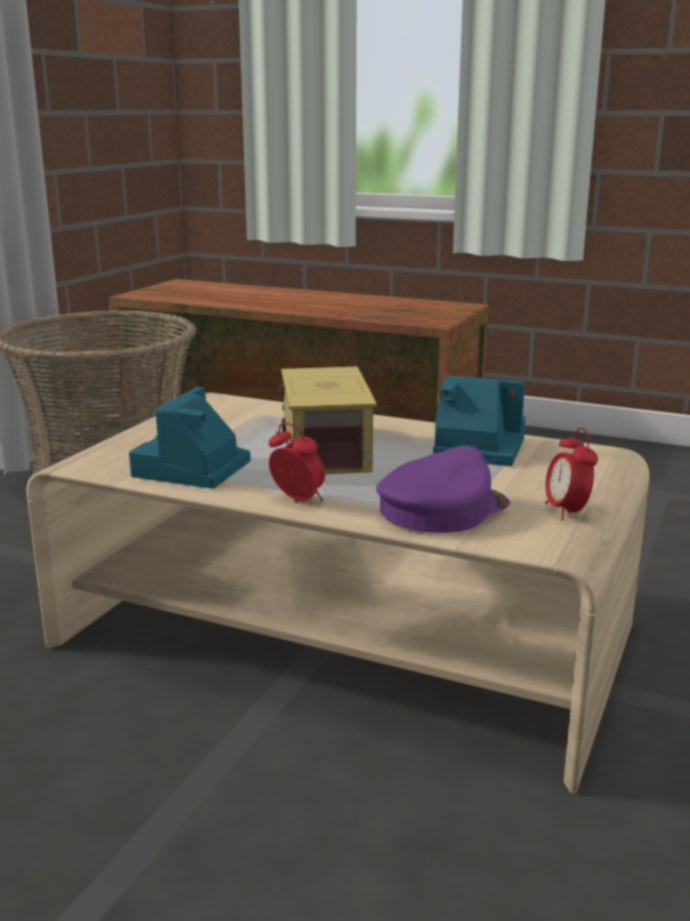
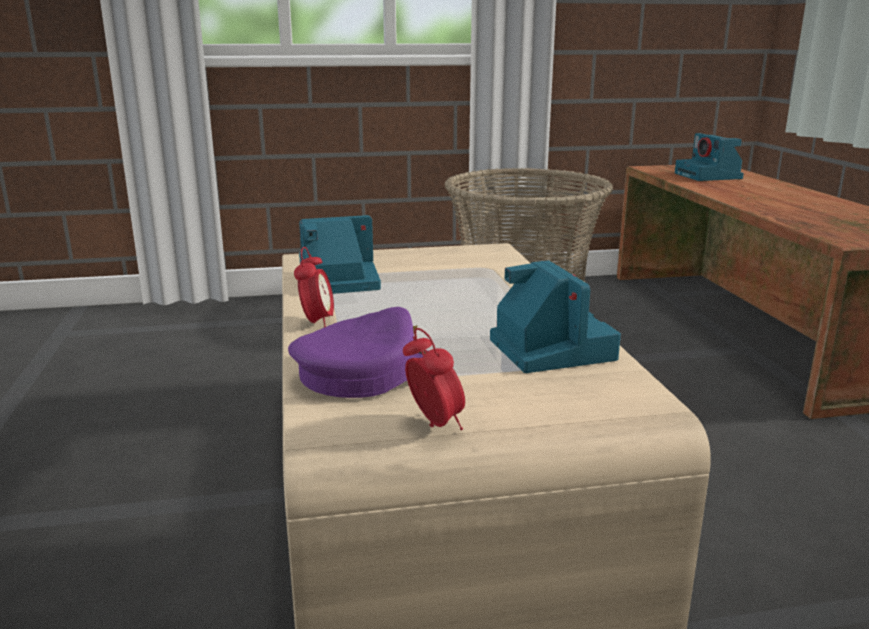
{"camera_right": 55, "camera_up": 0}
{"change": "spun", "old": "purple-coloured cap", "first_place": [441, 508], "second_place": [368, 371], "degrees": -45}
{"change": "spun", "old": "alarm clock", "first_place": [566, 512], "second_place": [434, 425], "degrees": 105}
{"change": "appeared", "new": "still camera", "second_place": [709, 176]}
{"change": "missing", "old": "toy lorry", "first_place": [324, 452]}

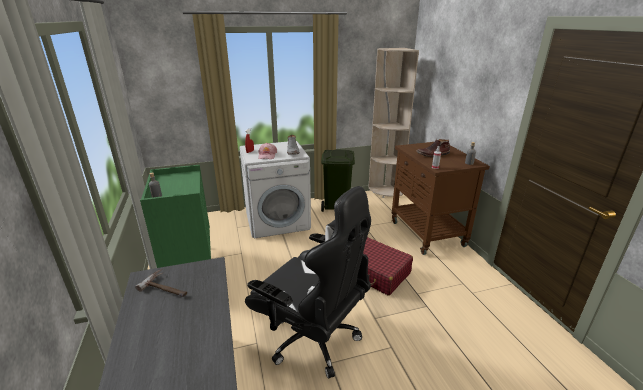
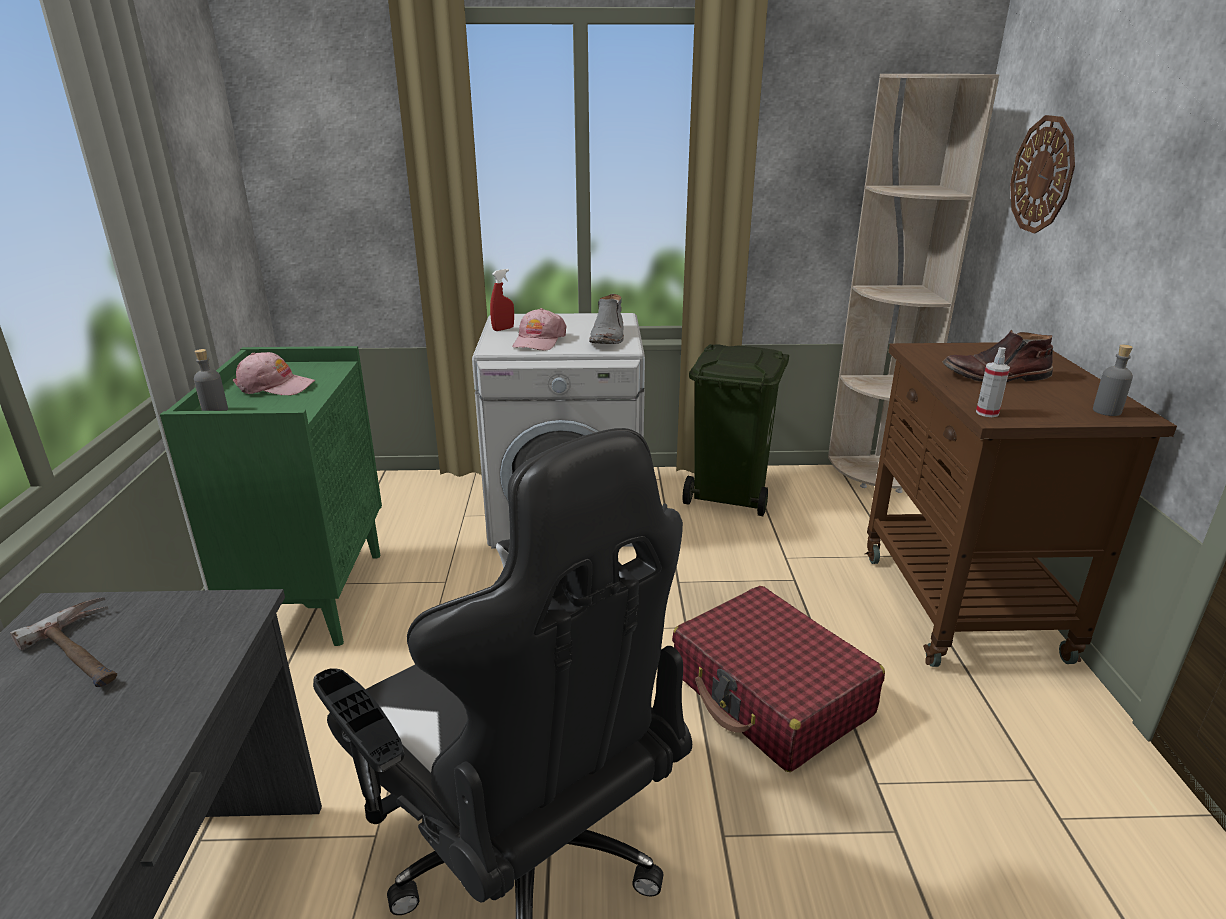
{"camera_right": 15, "camera_up": 0}
{"change": "appeared", "new": "pink cap", "second_place": [275, 386]}
{"change": "appeared", "new": "wall clock", "second_place": [1042, 175]}

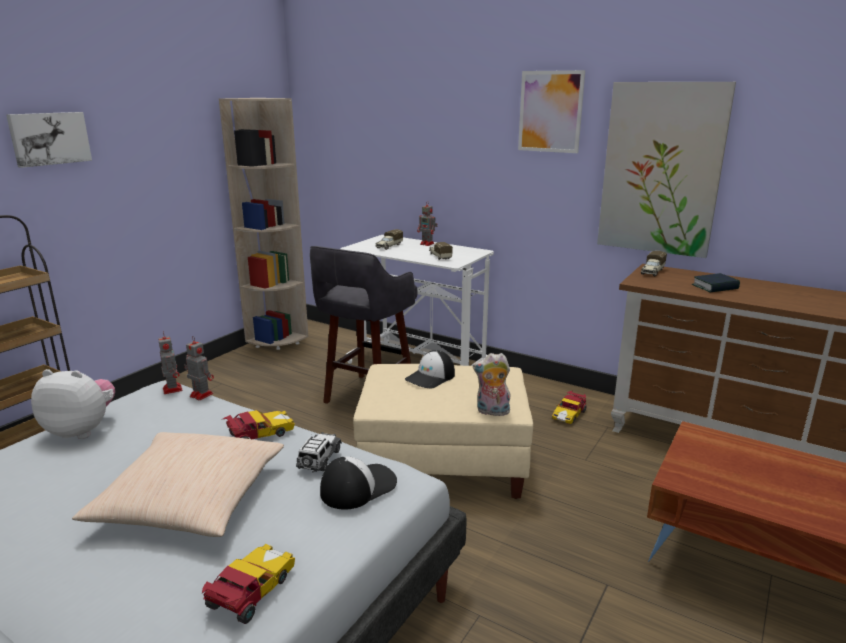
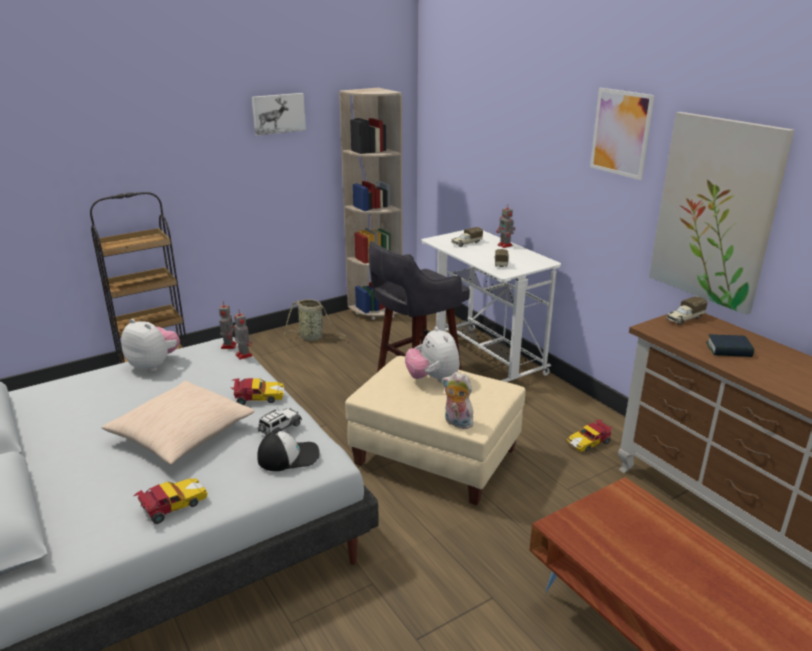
{"camera_right": 25, "camera_up": 5}
{"change": "relocated", "old": "picture", "first_place": [49, 138], "second_place": [278, 113]}
{"change": "appeared", "new": "storage basket", "second_place": [313, 337]}
{"change": "exchanged", "old": "cap", "new": "plush toy", "first_place": [431, 377], "second_place": [432, 379]}

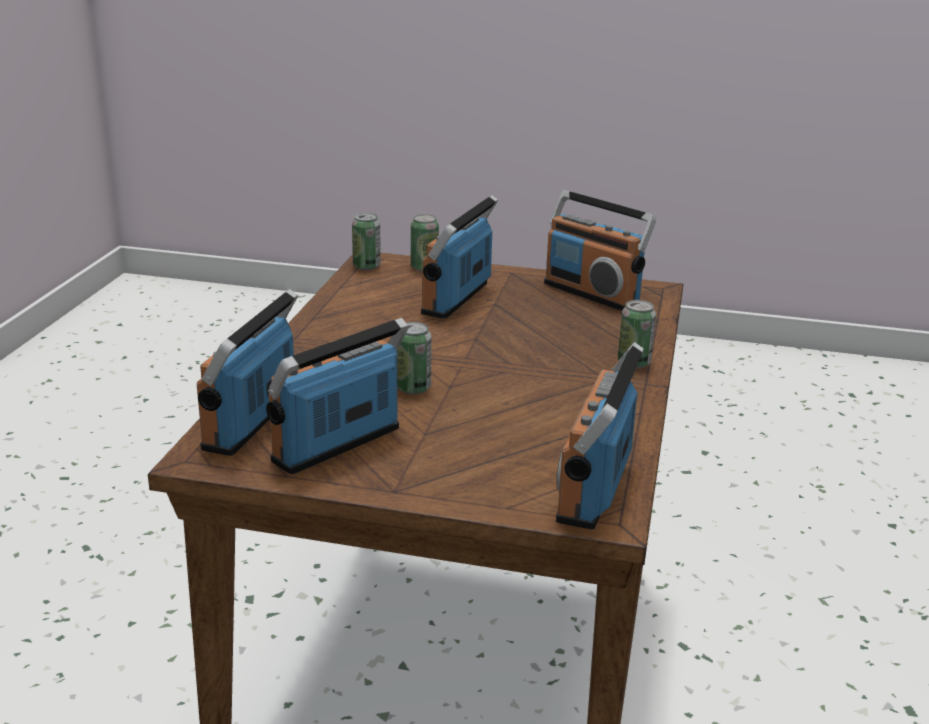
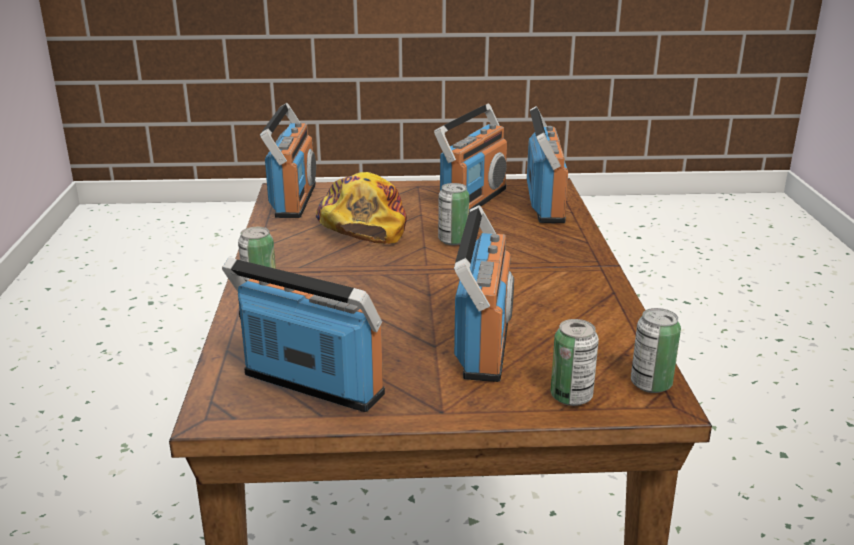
{"camera_right": 165, "camera_up": 0}
{"change": "appeared", "new": "cap", "second_place": [362, 222]}

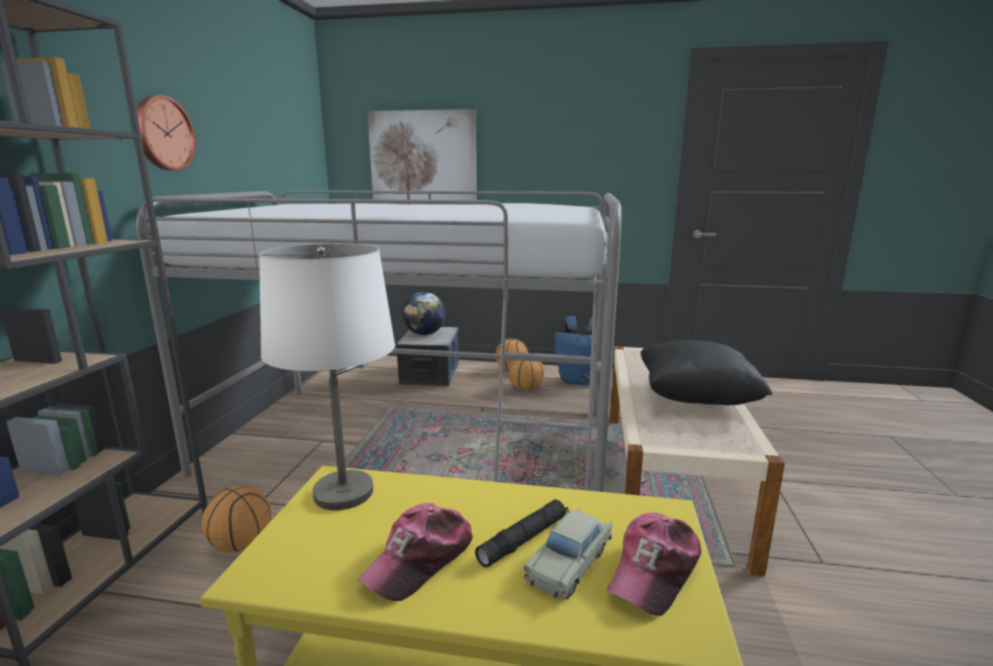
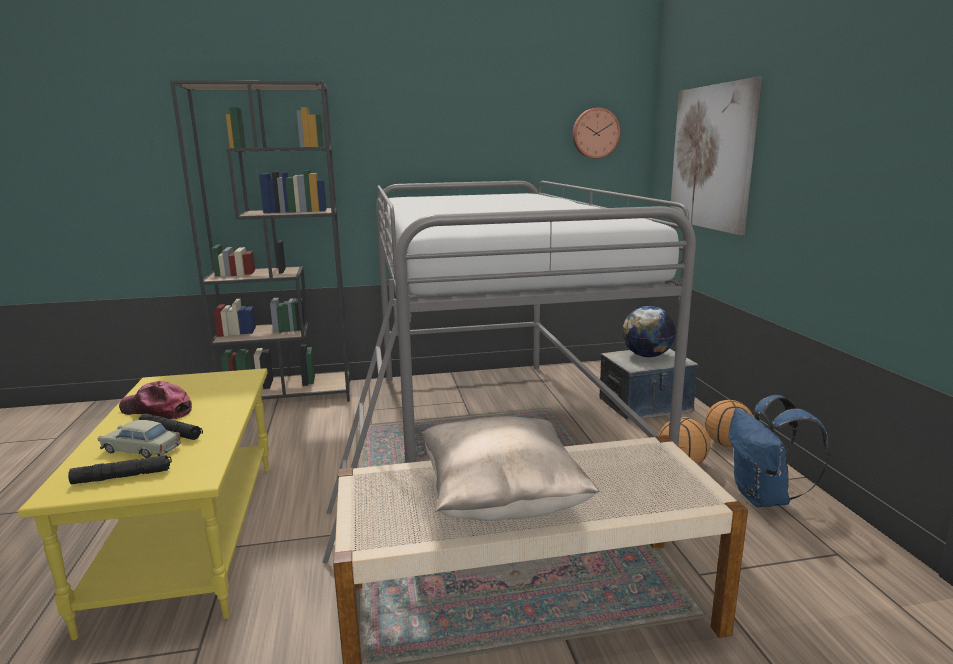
{"camera_right": 70, "camera_up": 0}
{"change": "exchanged", "old": "cap", "new": "black torch", "first_place": [654, 571], "second_place": [123, 476]}
{"change": "colour", "old": "black cushion", "new": "beige-coloured cushion", "first_place": [695, 398], "second_place": [501, 500]}
{"change": "relocated", "old": "wall clock", "first_place": [162, 133], "second_place": [595, 133]}
{"change": "missing", "old": "ball for basketball", "first_place": [241, 544]}
{"change": "missing", "old": "whitish tabletop lamp", "first_place": [344, 493]}

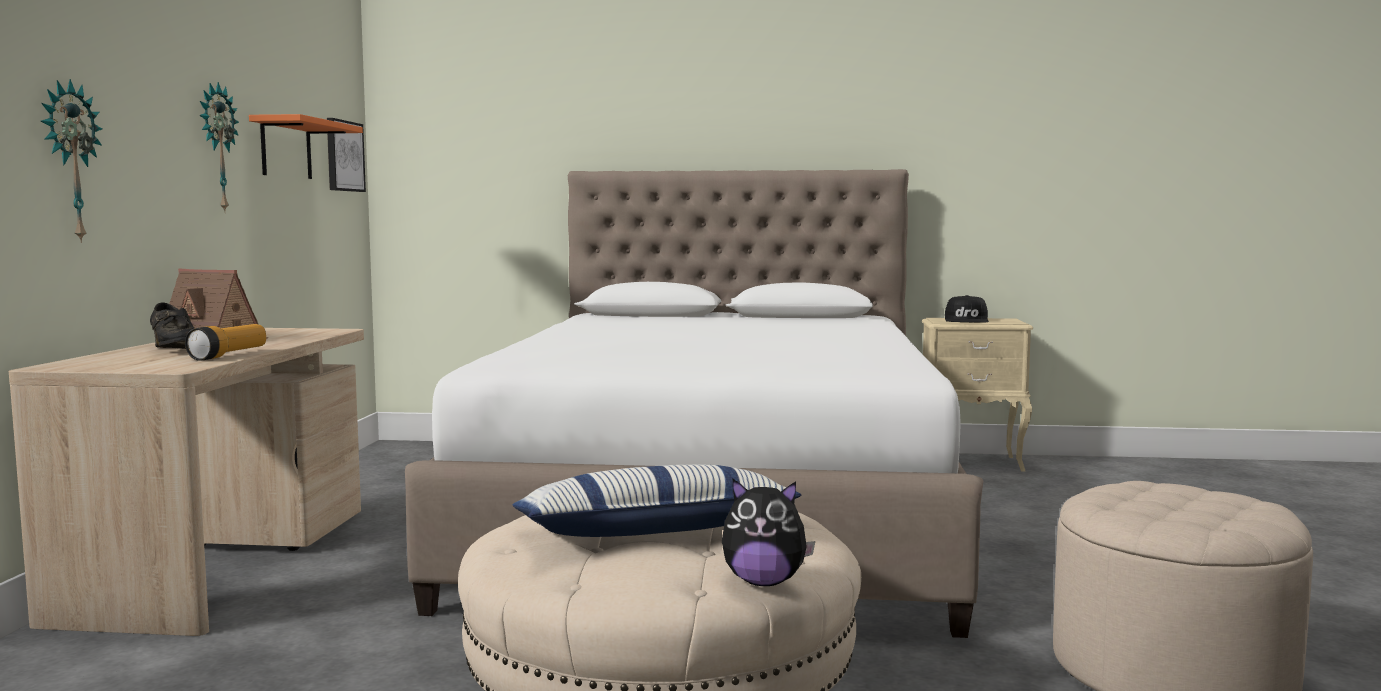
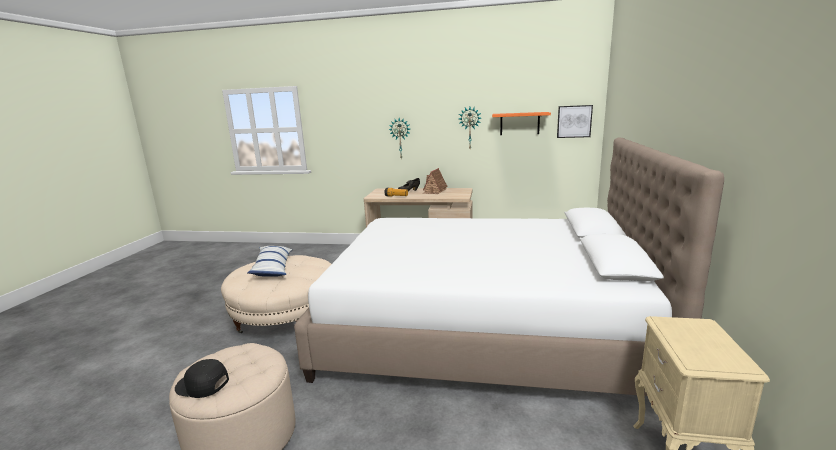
{"camera_right": 95, "camera_up": 10}
{"change": "relocated", "old": "black cap", "first_place": [967, 320], "second_place": [202, 384]}
{"change": "missing", "old": "plush toy", "first_place": [764, 582]}

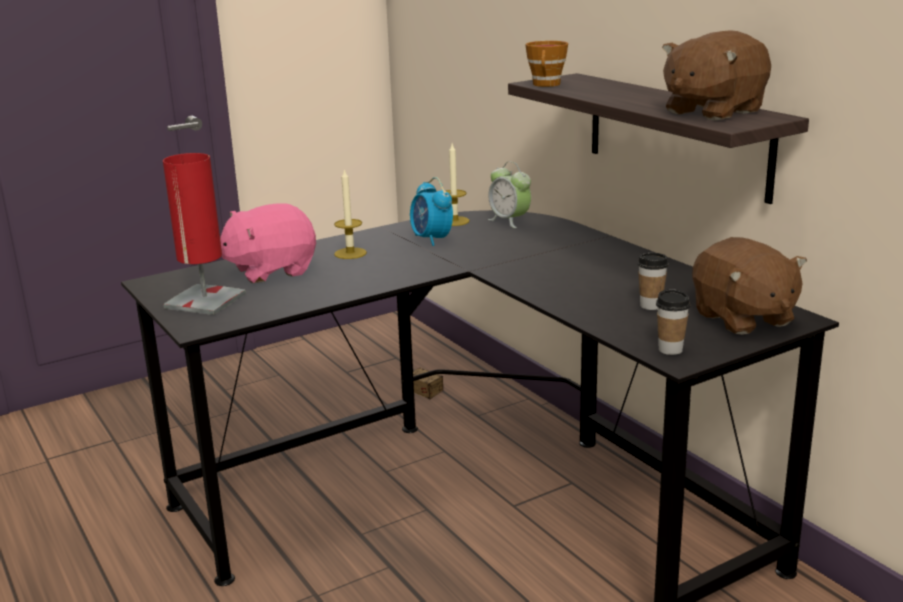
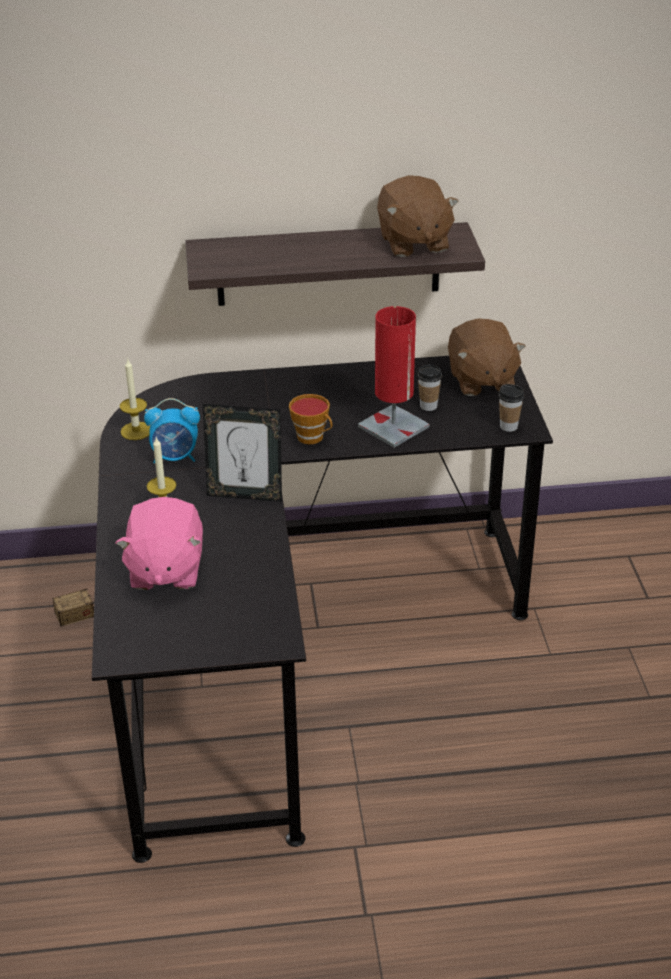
{"camera_right": -65, "camera_up": 15}
{"change": "appeared", "new": "picture frame", "second_place": [245, 495]}
{"change": "relocated", "old": "cup", "first_place": [546, 85], "second_place": [313, 438]}
{"change": "relocated", "old": "reddish tabletop lamp", "first_place": [205, 301], "second_place": [393, 427]}
{"change": "spun", "old": "brown-coloured plush toy", "first_place": [742, 318], "second_place": [481, 380], "degrees": 75}
{"change": "missing", "old": "alarm clock", "first_place": [509, 221]}

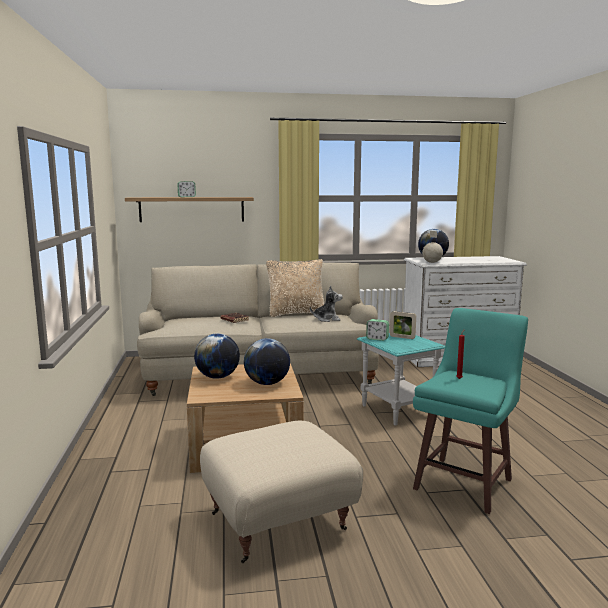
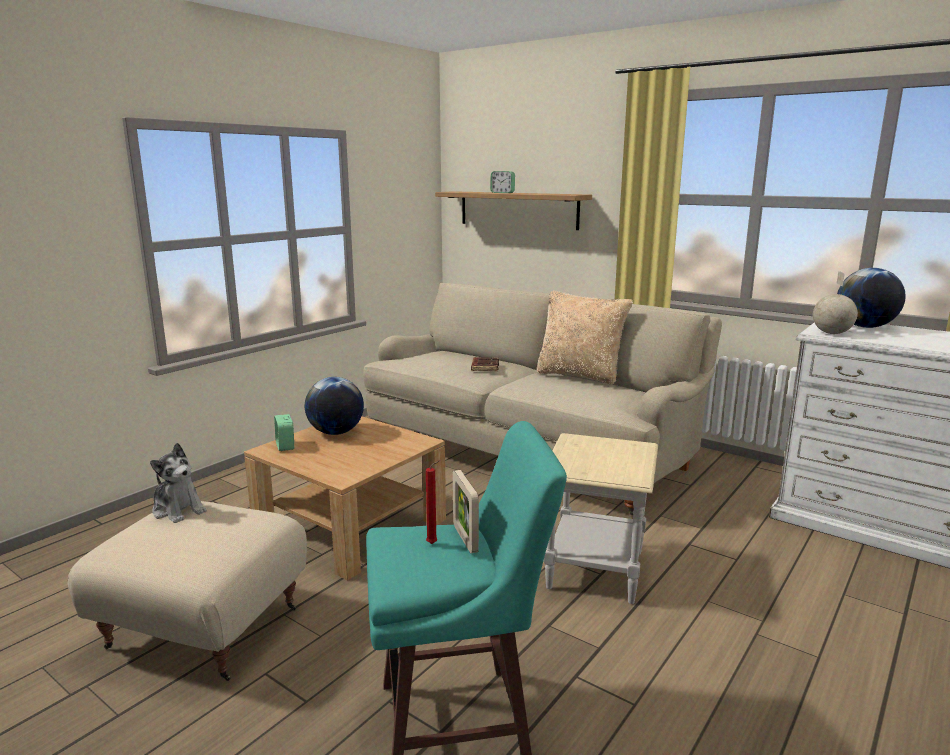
{"camera_right": 45, "camera_up": 5}
{"change": "relocated", "old": "plush toy", "first_place": [327, 319], "second_place": [178, 510]}
{"change": "relocated", "old": "alarm clock", "first_place": [377, 339], "second_place": [285, 446]}
{"change": "relocated", "old": "picture frame", "first_place": [402, 337], "second_place": [465, 539]}
{"change": "colour", "old": "blue-green side table", "new": "beige-coloured side table", "first_place": [398, 411], "second_place": [595, 570]}
{"change": "missing", "old": "world globe", "first_place": [267, 383]}

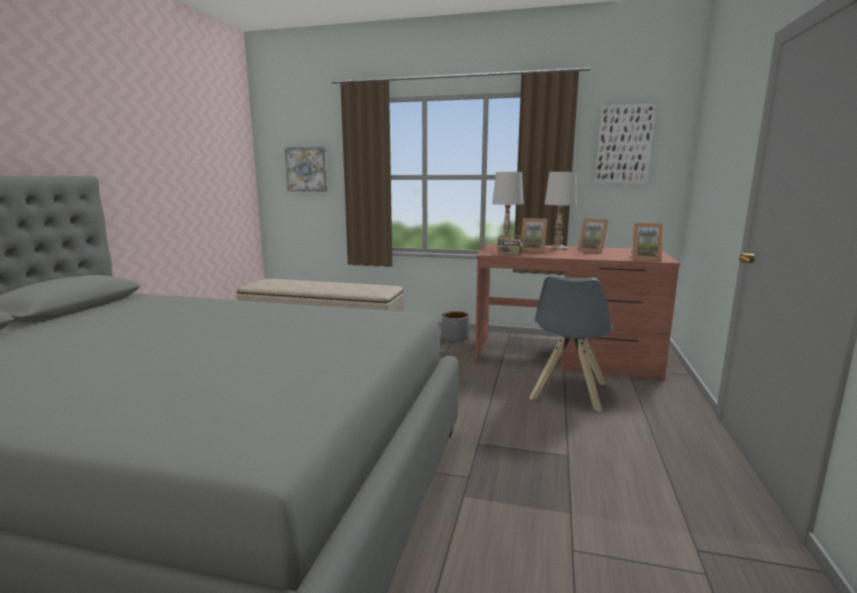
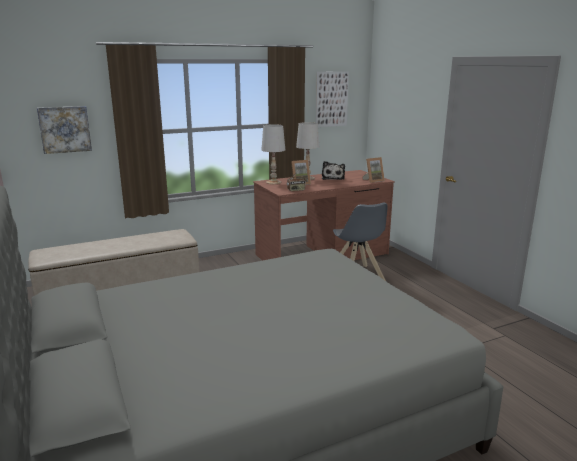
{"camera_right": -40, "camera_up": 5}
{"change": "exchanged", "old": "picture frame", "new": "plush toy", "first_place": [592, 251], "second_place": [333, 178]}
{"change": "missing", "old": "greyish plant pot", "first_place": [455, 338]}

